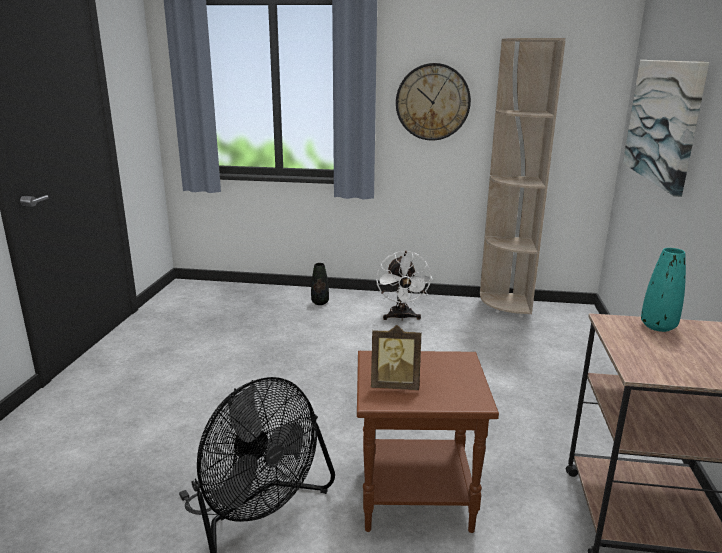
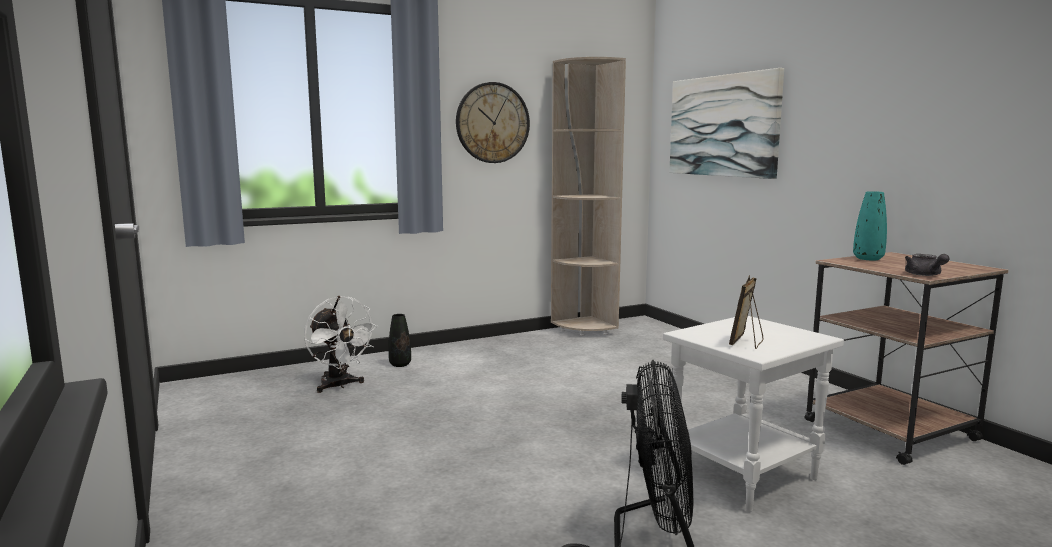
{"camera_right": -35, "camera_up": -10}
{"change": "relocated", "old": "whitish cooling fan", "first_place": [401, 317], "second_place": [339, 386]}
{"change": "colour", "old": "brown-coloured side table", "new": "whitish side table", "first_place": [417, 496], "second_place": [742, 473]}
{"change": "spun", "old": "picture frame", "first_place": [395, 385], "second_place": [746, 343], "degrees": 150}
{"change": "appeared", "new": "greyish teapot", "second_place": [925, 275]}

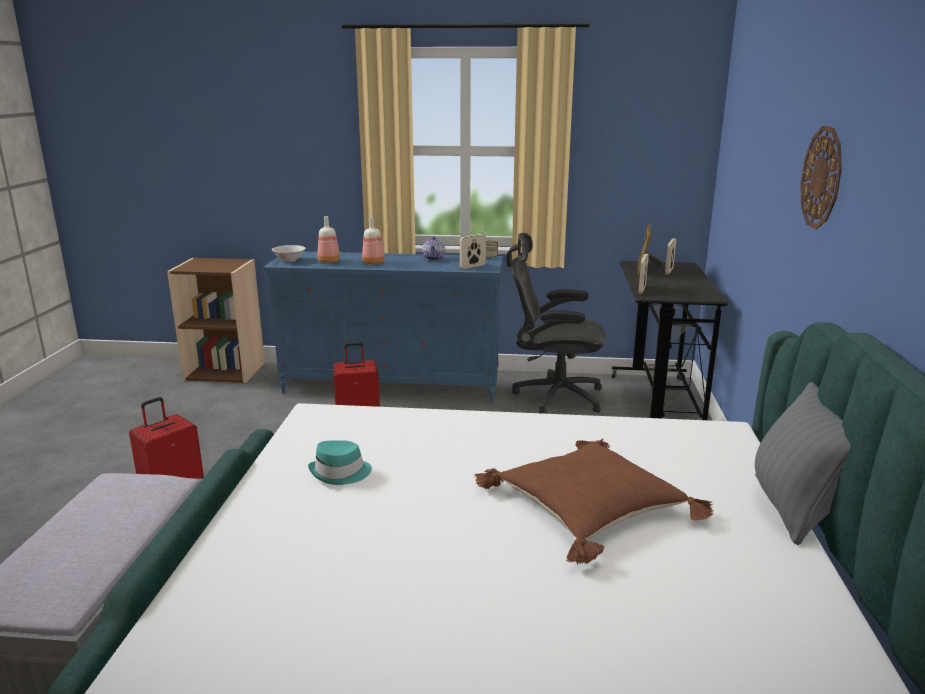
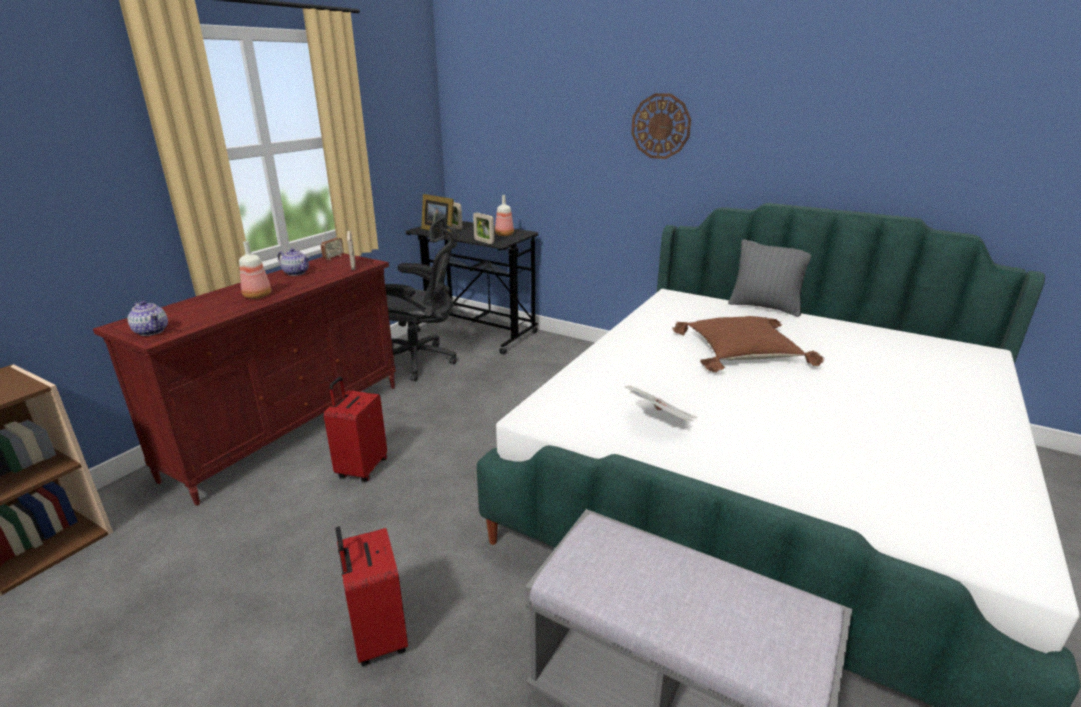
{"camera_right": -65, "camera_up": 5}
{"change": "colour", "old": "blue chest of drawers", "new": "reddish chest of drawers", "first_place": [391, 387], "second_place": [290, 429]}
{"change": "exchanged", "old": "whitish serving bowl", "new": "teapot", "first_place": [289, 260], "second_place": [151, 331]}
{"change": "spun", "old": "desk chair", "first_place": [554, 397], "second_place": [419, 361], "degrees": -120}
{"change": "relocated", "old": "beverage bottle", "first_place": [328, 261], "second_place": [503, 235]}
{"change": "exchanged", "old": "blue-green wearable hat", "new": "daily paper", "first_place": [340, 473], "second_place": [661, 421]}

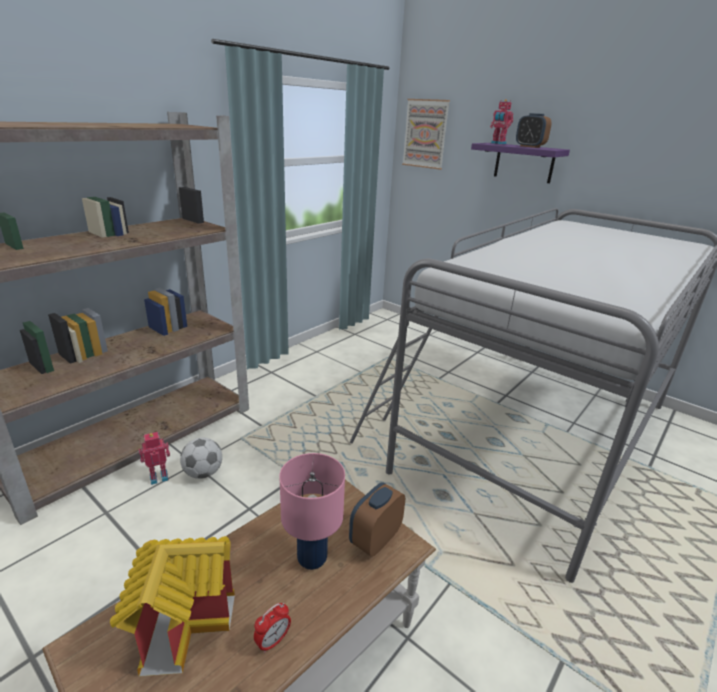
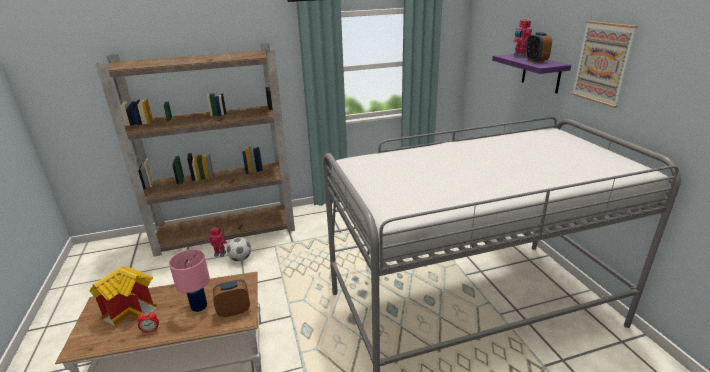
{"camera_right": 35, "camera_up": 0}
{"change": "relocated", "old": "picture", "first_place": [425, 134], "second_place": [602, 63]}

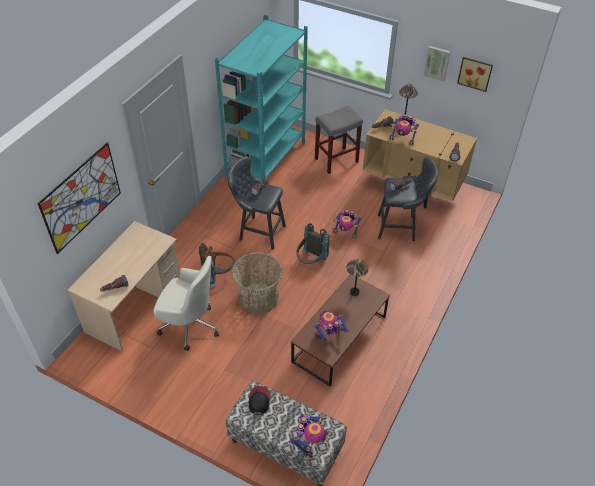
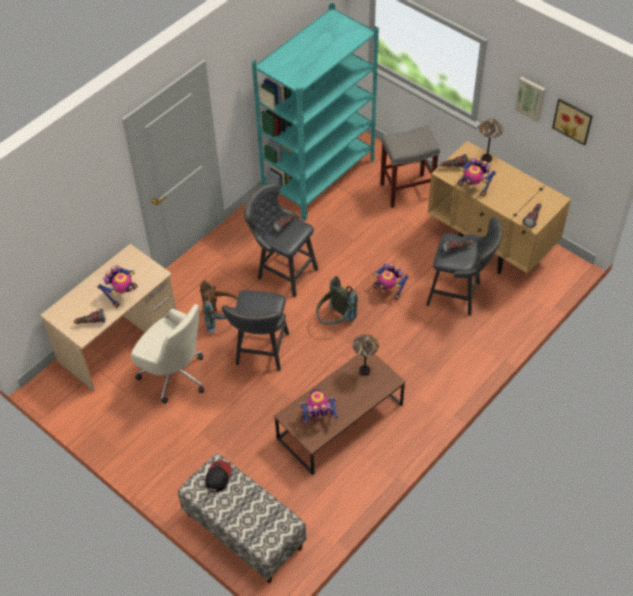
{"camera_right": 15, "camera_up": 5}
{"change": "relocated", "old": "model robot", "first_place": [309, 441], "second_place": [122, 294]}
{"change": "exchanged", "old": "storage basket", "new": "greyish stool seat", "first_place": [258, 297], "second_place": [261, 355]}
{"change": "missing", "old": "picture", "first_place": [81, 197]}

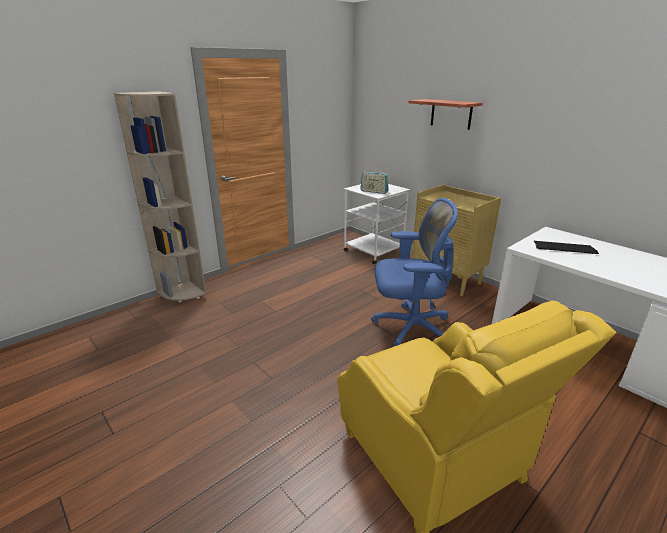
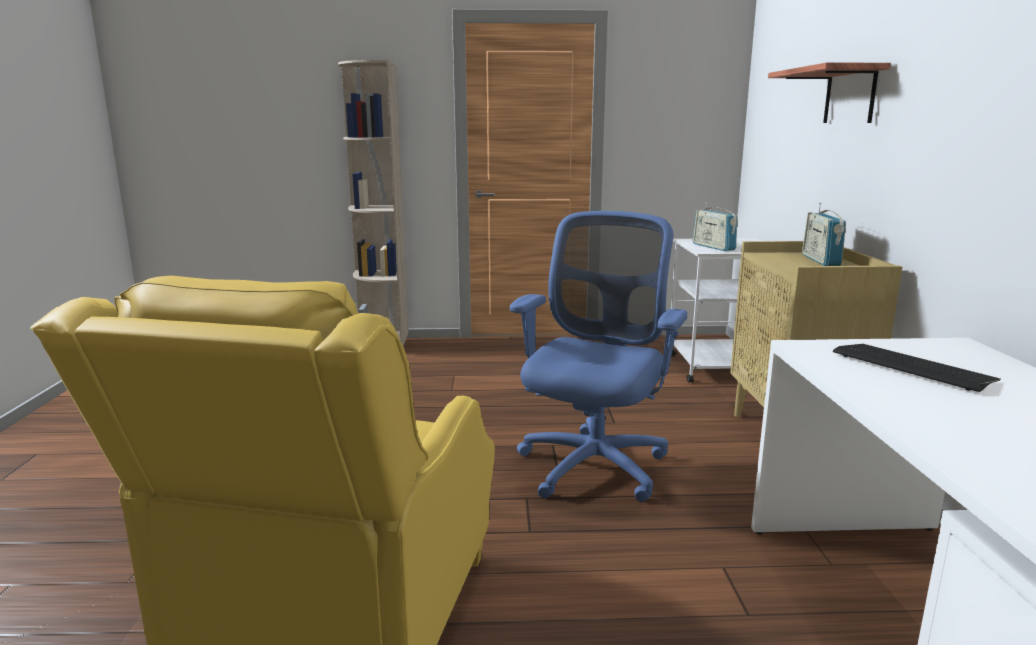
{"camera_right": 40, "camera_up": -10}
{"change": "spun", "old": "blue desk chair", "first_place": [407, 329], "second_place": [592, 472], "degrees": -105}
{"change": "appeared", "new": "radio set", "second_place": [820, 260]}

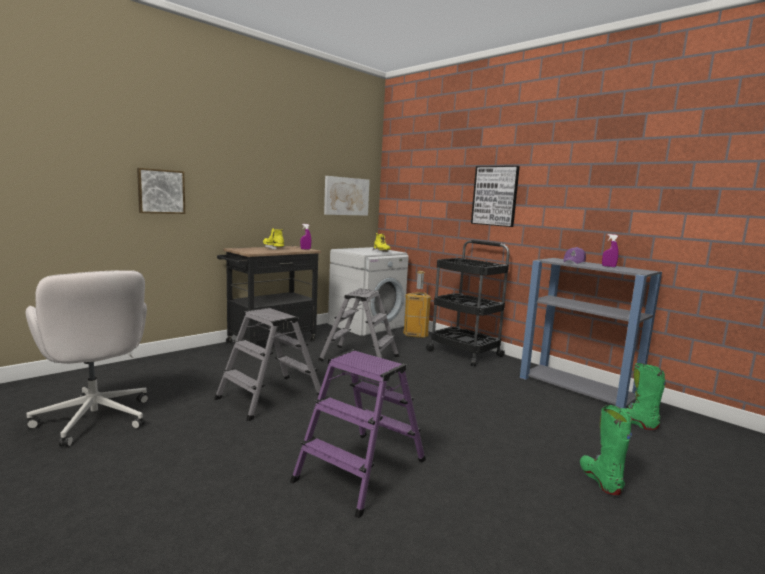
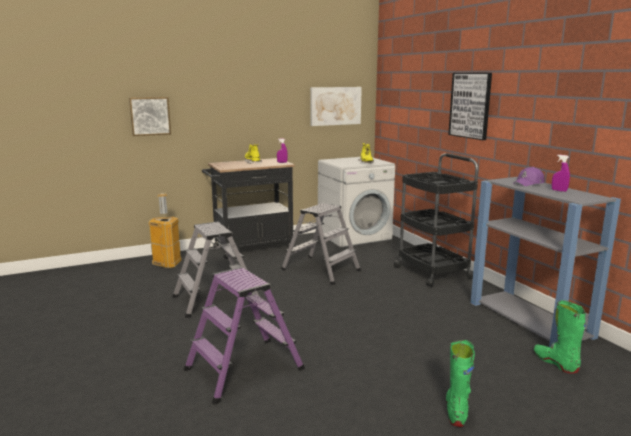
{"camera_right": 20, "camera_up": 5}
{"change": "relocated", "old": "rubbish bin", "first_place": [415, 335], "second_place": [167, 264]}
{"change": "missing", "old": "whitish desk chair", "first_place": [94, 419]}

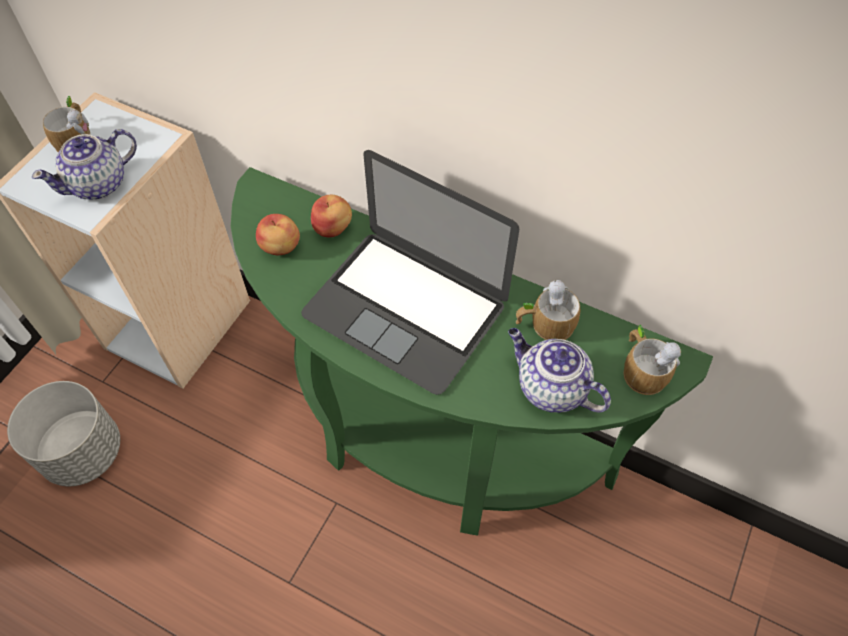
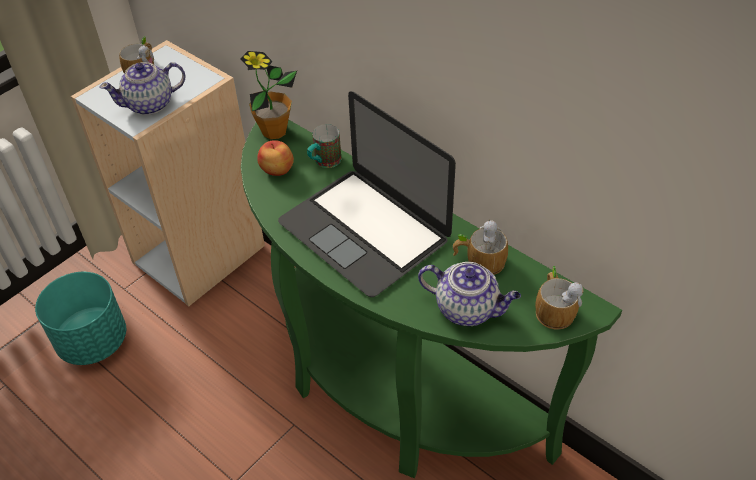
{"camera_right": 15, "camera_up": -10}
{"change": "colour", "old": "greyish plant pot", "new": "blue-green plant pot", "first_place": [83, 451], "second_place": [93, 341]}
{"change": "appeared", "new": "plant in a pot", "second_place": [274, 131]}
{"change": "exchanged", "old": "whole apple", "new": "mug", "first_place": [333, 228], "second_place": [324, 162]}
{"change": "spun", "old": "teapot", "first_place": [549, 388], "second_place": [468, 309], "degrees": 150}

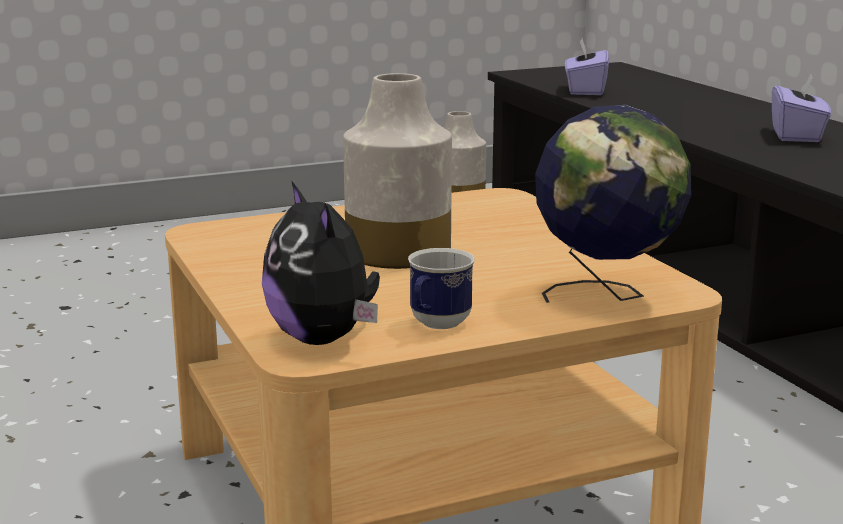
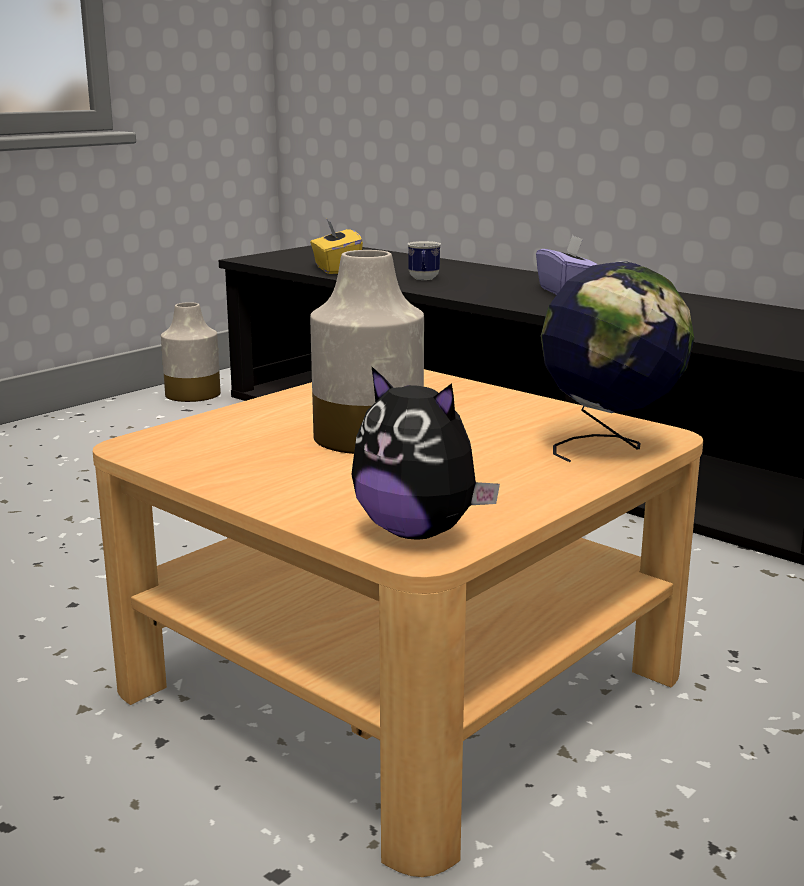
{"camera_right": -25, "camera_up": 0}
{"change": "colour", "old": "purple-coloured tissue holder", "new": "yellow-coloured tissue holder", "first_place": [585, 90], "second_place": [336, 269]}
{"change": "relocated", "old": "mug", "first_place": [436, 325], "second_place": [423, 279]}

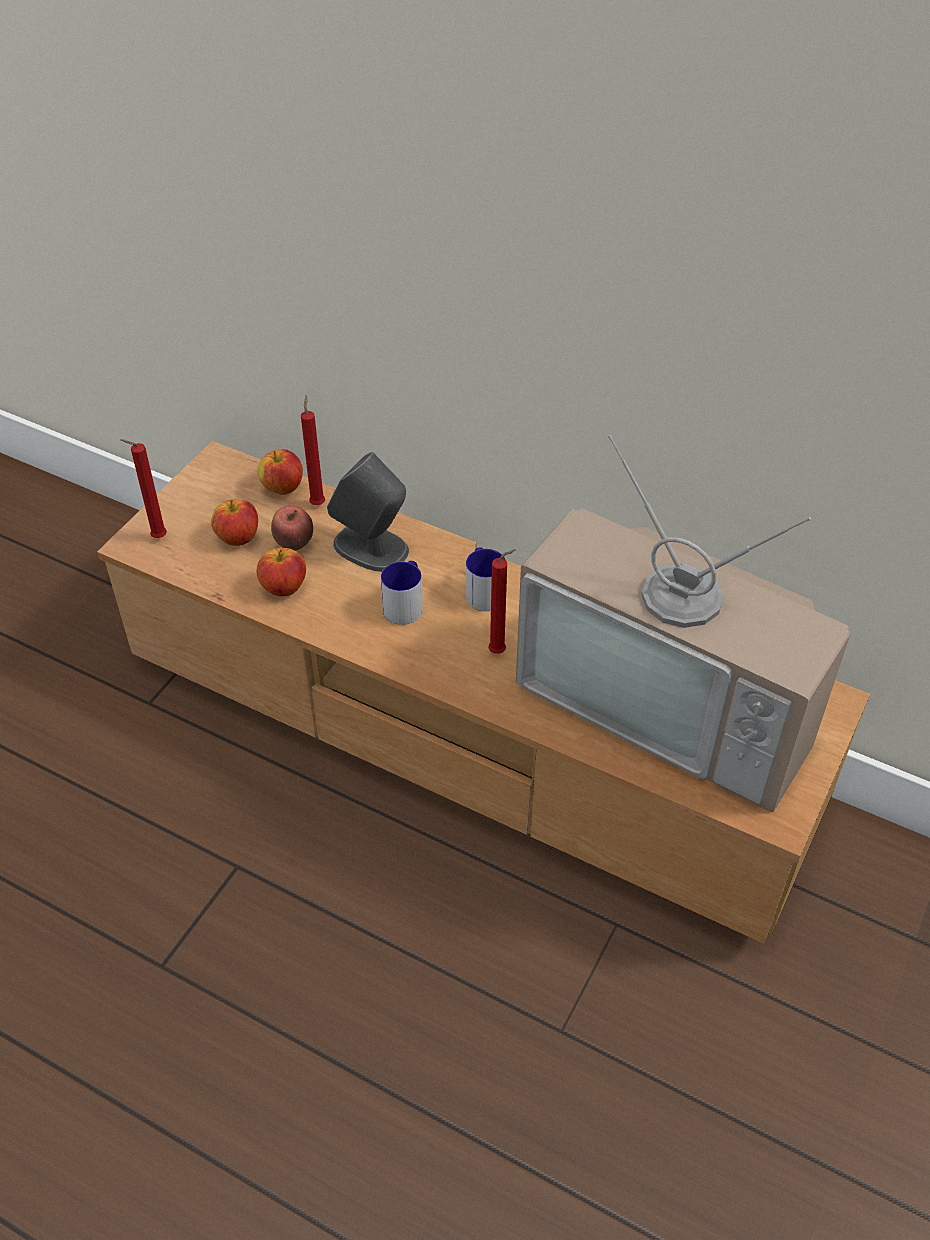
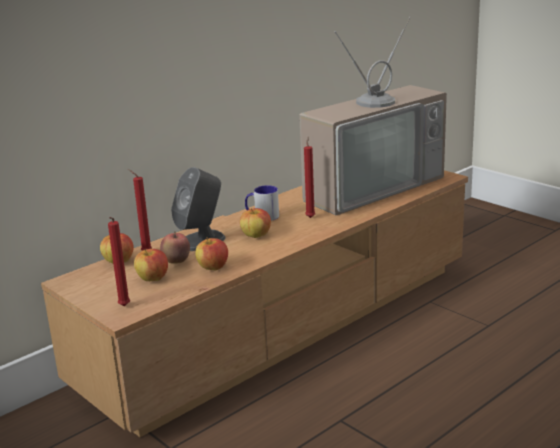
{"camera_right": -70, "camera_up": -25}
{"change": "exchanged", "old": "mug", "new": "whole apple", "first_place": [405, 604], "second_place": [256, 236]}

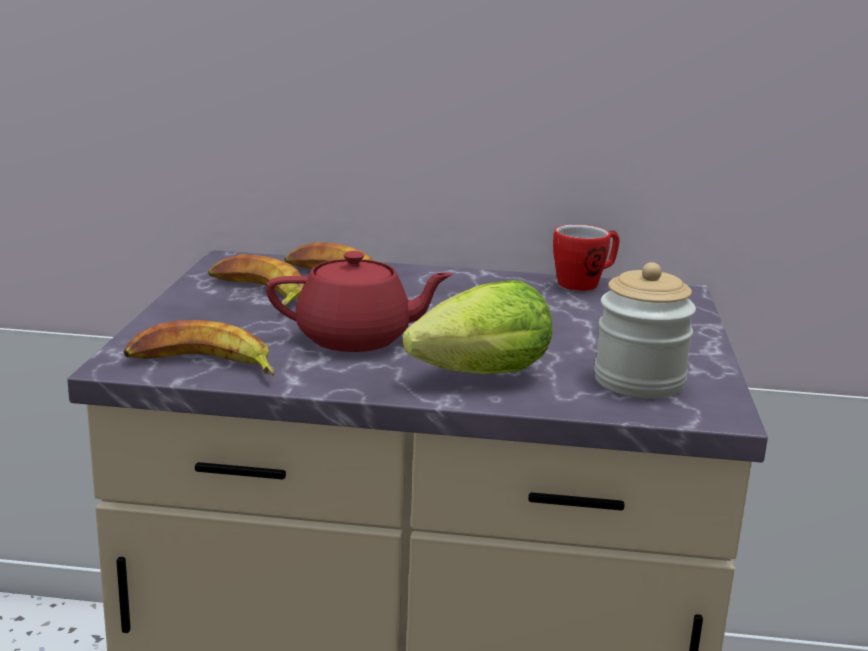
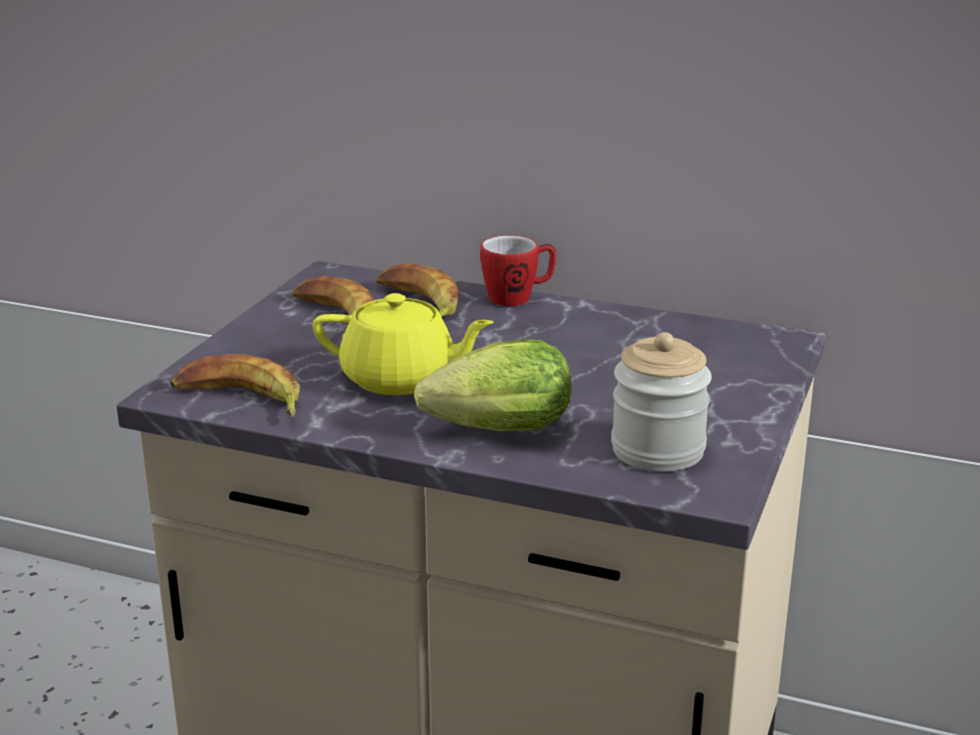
{"camera_right": 15, "camera_up": 5}
{"change": "colour", "old": "reddish teapot", "new": "yellow-coloured teapot", "first_place": [356, 339], "second_place": [400, 379]}
{"change": "relocated", "old": "mug", "first_place": [585, 284], "second_place": [518, 298]}

